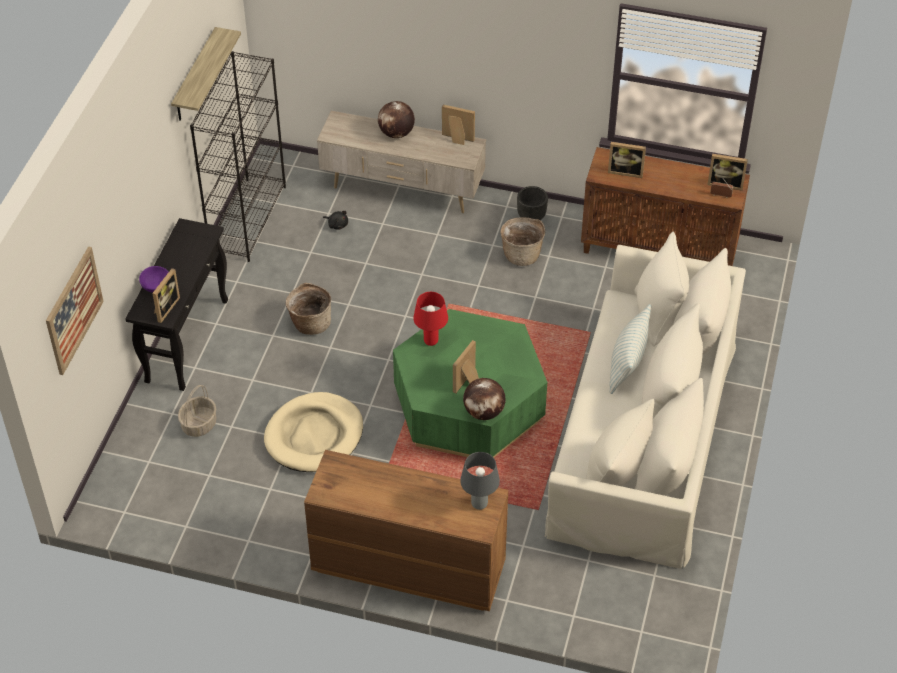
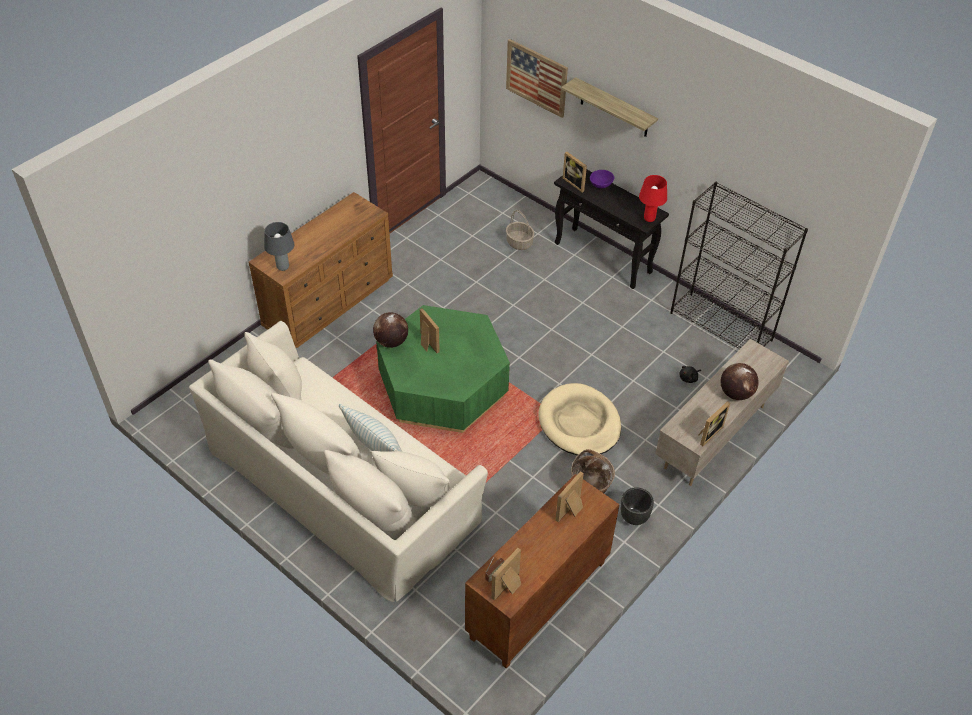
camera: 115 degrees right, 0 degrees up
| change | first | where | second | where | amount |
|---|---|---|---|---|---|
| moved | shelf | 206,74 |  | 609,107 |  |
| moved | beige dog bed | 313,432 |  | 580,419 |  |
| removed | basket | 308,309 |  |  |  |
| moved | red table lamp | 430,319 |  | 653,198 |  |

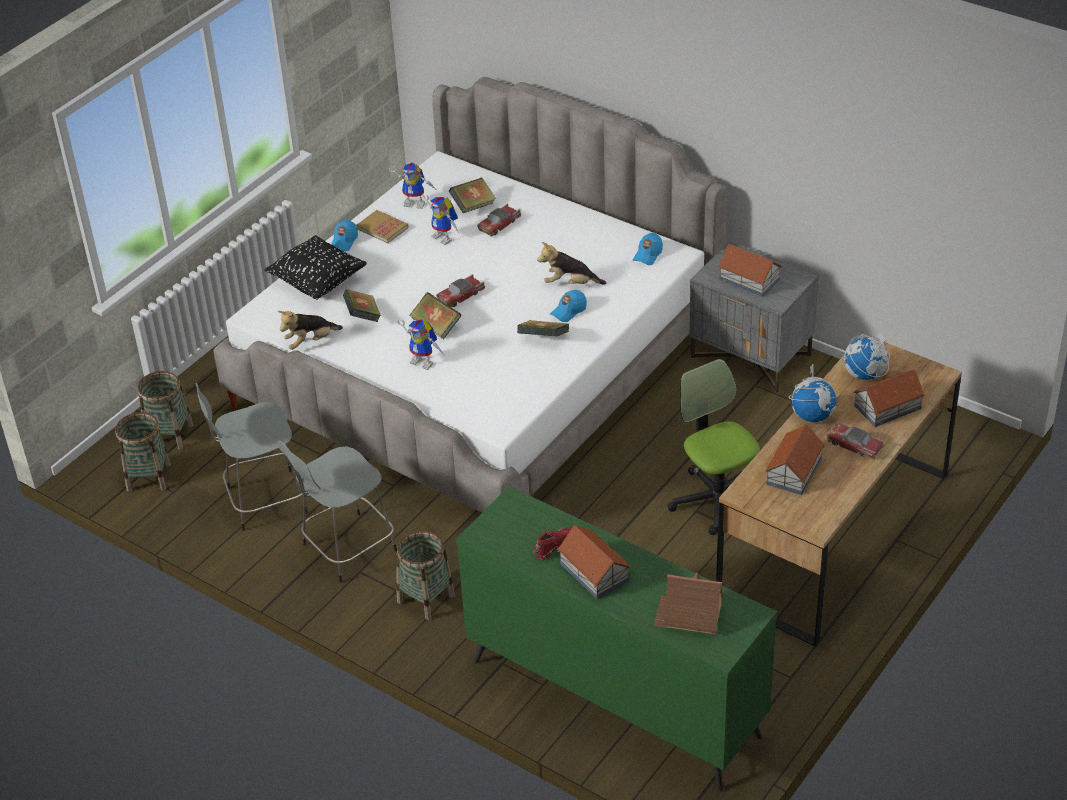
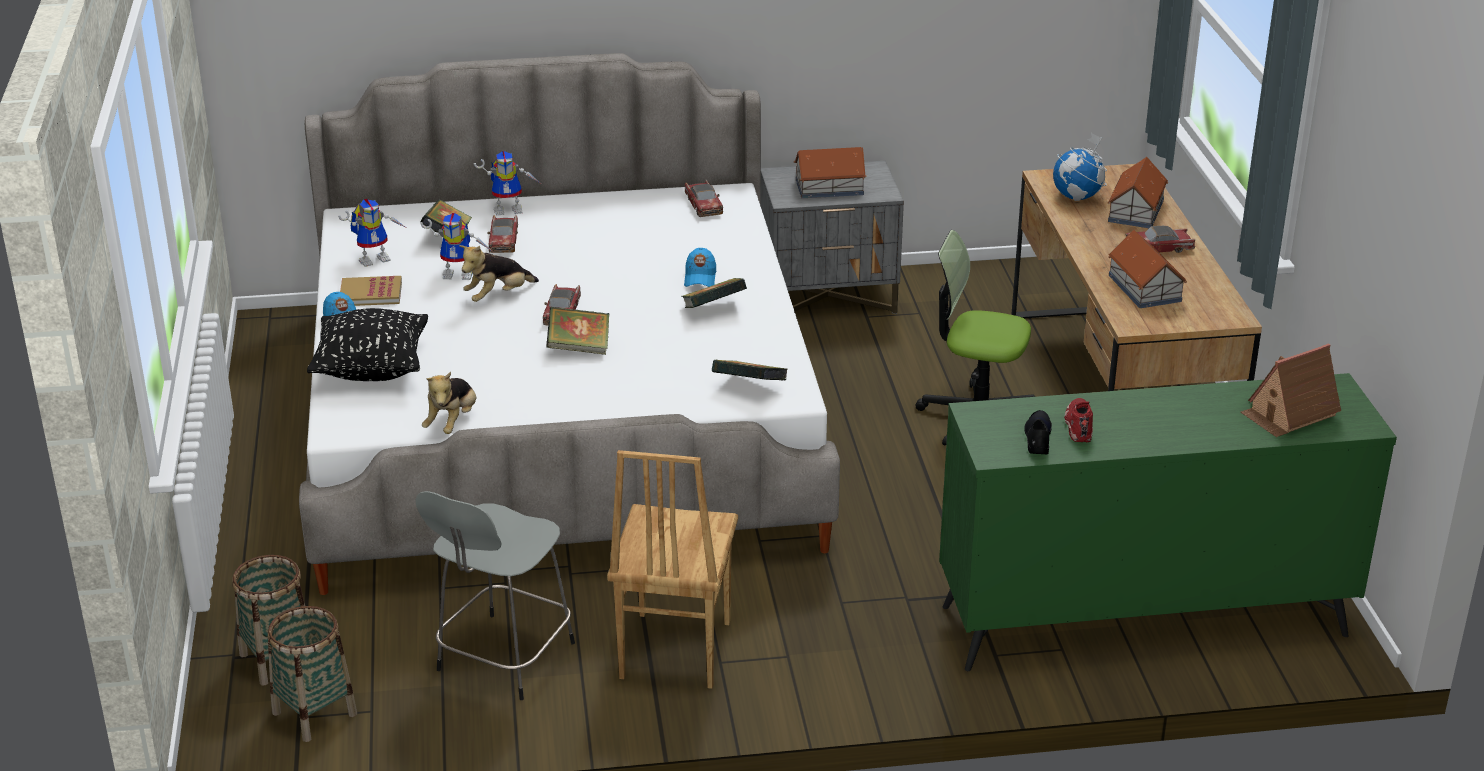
camera: 45 degrees left, 10 degrees down
| change | first | where | second | where | amount |
|---|---|---|---|---|---|
| replaced | grey stool | 337,511 | brown chair | 672,569 |  |
| moved | book | 362,305 |  | 750,369 |  |
| removed | basket | 425,575 |  |  |  |
| moved | toy robot | 421,344 |  | 507,183 |  |
| moved | plush toy | 571,263 |  | 499,273 |  |
| removed | toy house | 594,562 |  |  |  |
| replaced | blue cap | 648,249 | toy car | 704,198 |  |
| removed | globe | 814,393 |  |  |  |
| added |  |  | black shoe | 1038,432 |  |

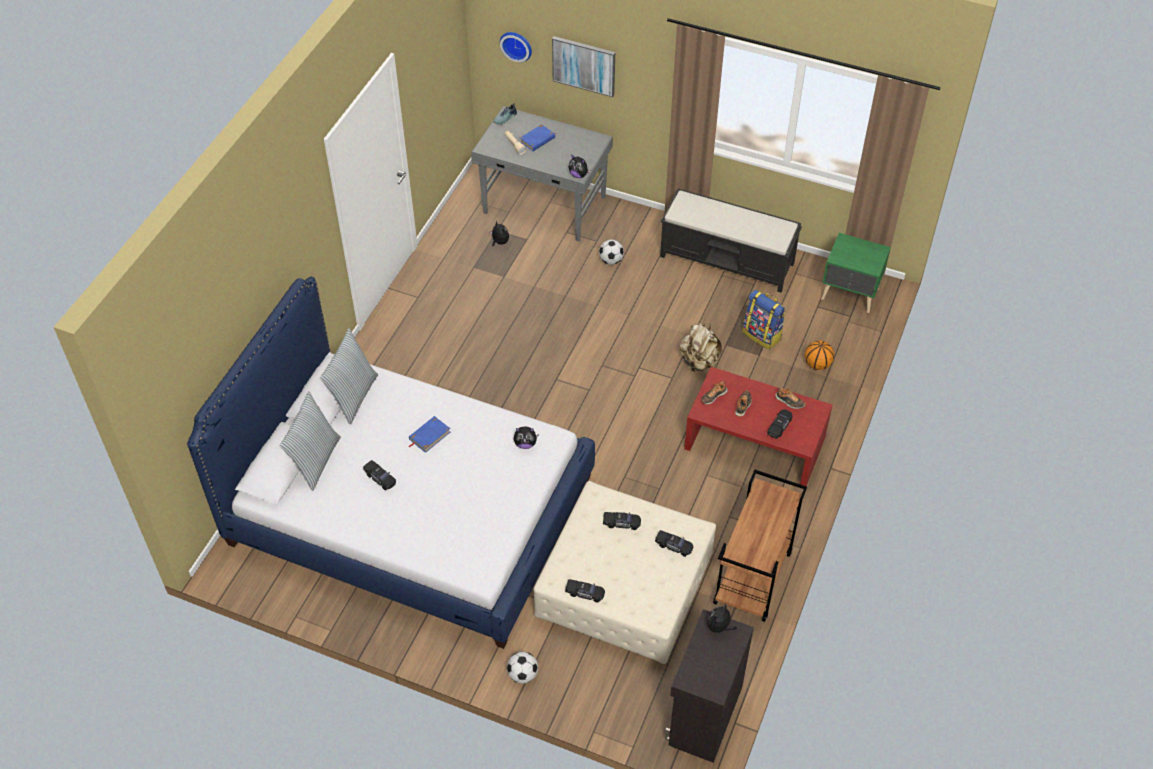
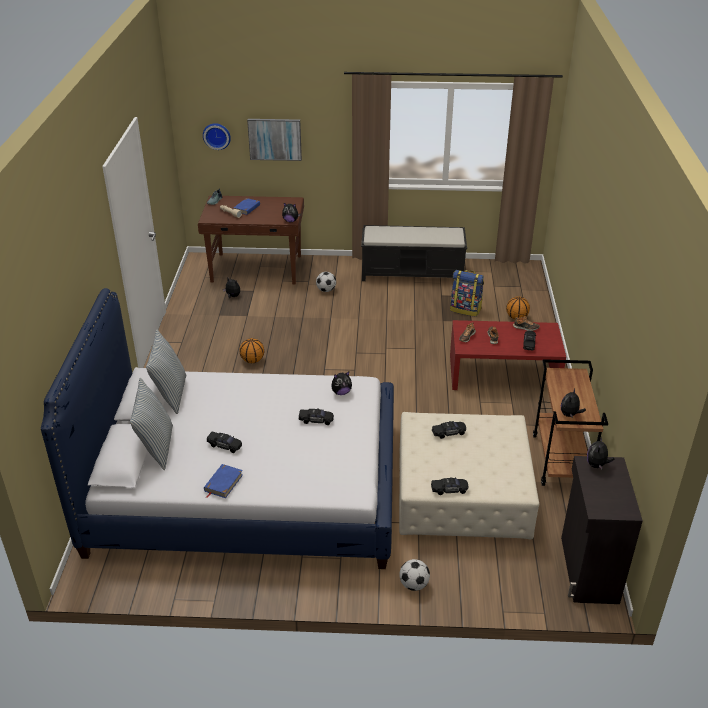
camera: 20 degrees left, 15 degrees down
| change | first | where | second | where | amount |
|---|---|---|---|---|---|
| moved | blue book | 429,434 |  | 223,481 |  |
| recoloured | grey desk | 542,174 | brown desk | 251,240 |  |
| moved | black toy car | 674,543 |  | 316,417 |  |
| removed | beige backpack | 701,347 |  |  |  |
| removed | green nightstand | 856,273 |  |  |  |
| added |  |  | basketball | 251,350 |  |
| added |  |  | plush toy | 573,403 |  |

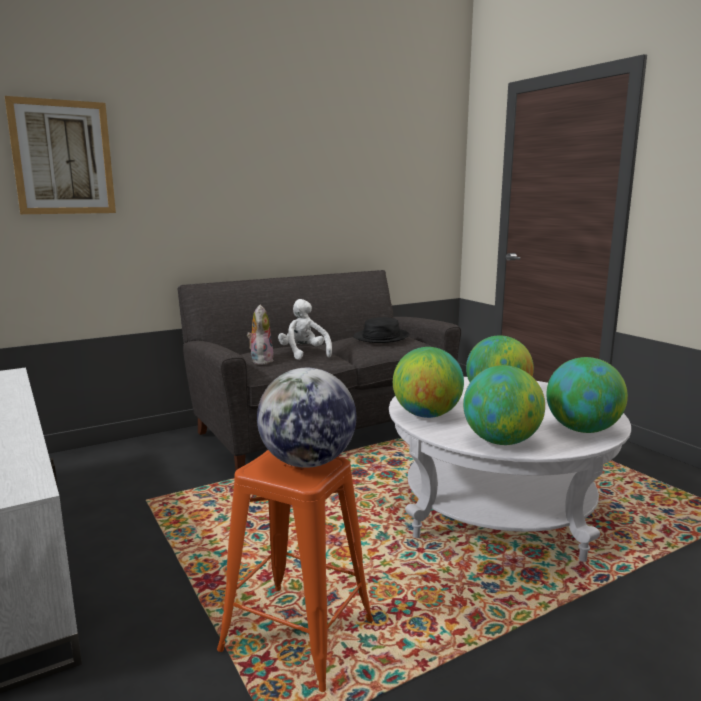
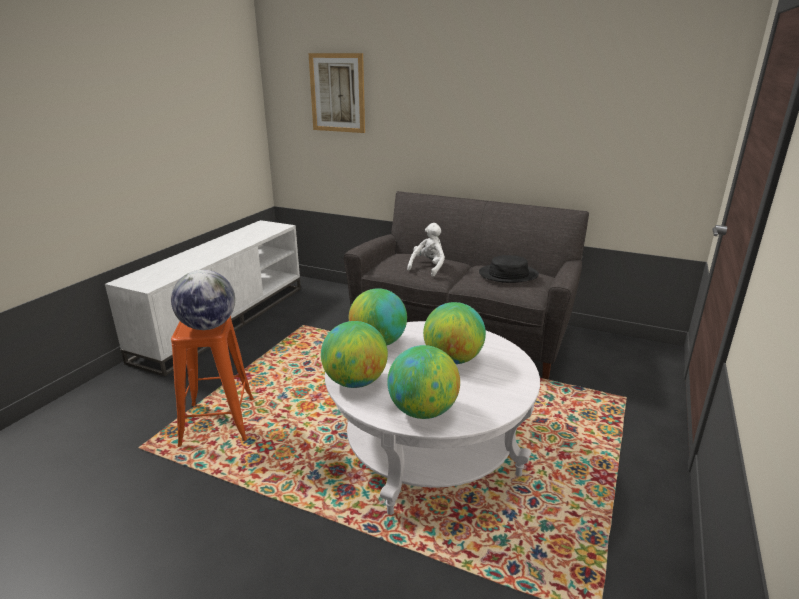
camera: 55 degrees right, 10 degrees up
| change | first | where | second | where | amount |
|---|---|---|---|---|---|
| removed | plush toy | 260,335 |  |  |  |

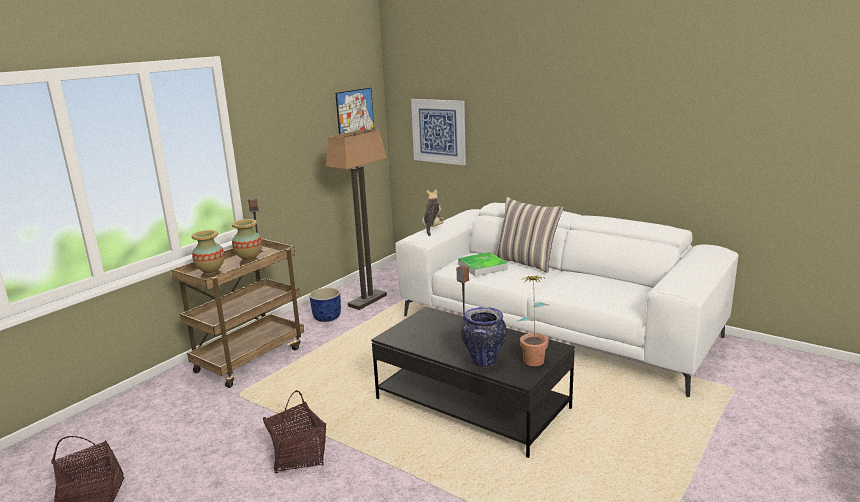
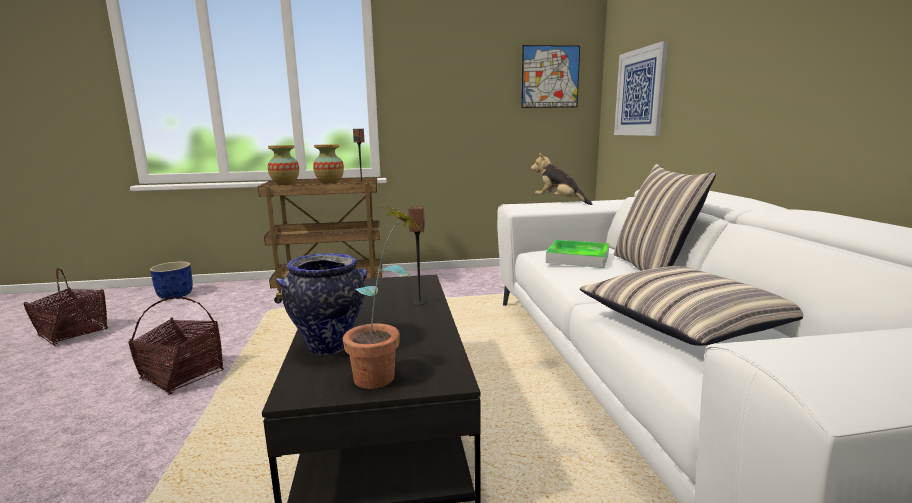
camera: 45 degrees right, 5 degrees down
| change | first | where | second | where | amount |
|---|---|---|---|---|---|
| moved | blue planter | 325,305 |  | 171,280 |  |
| removed | floor lamp | 356,219 |  |  |  |
| turned | plush toy | 433,212 |  | 561,179 | 105 degrees counterclockwise |
| added |  |  | pillow | 691,306 |  |

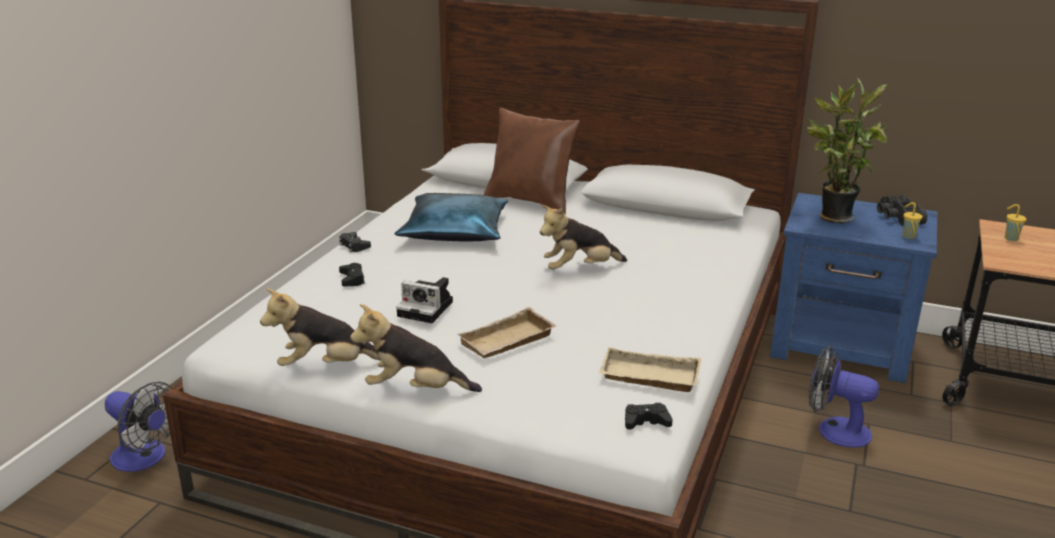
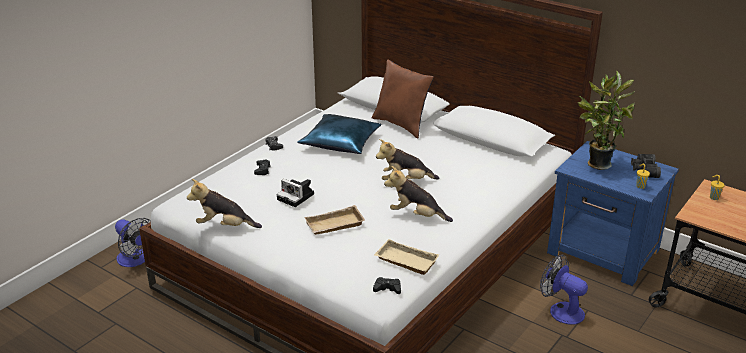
camera: 15 degrees right, 5 degrees up
| change | first | where | second | where | amount |
|---|---|---|---|---|---|
| moved | plush toy | 416,348 |  | 418,194 |  |

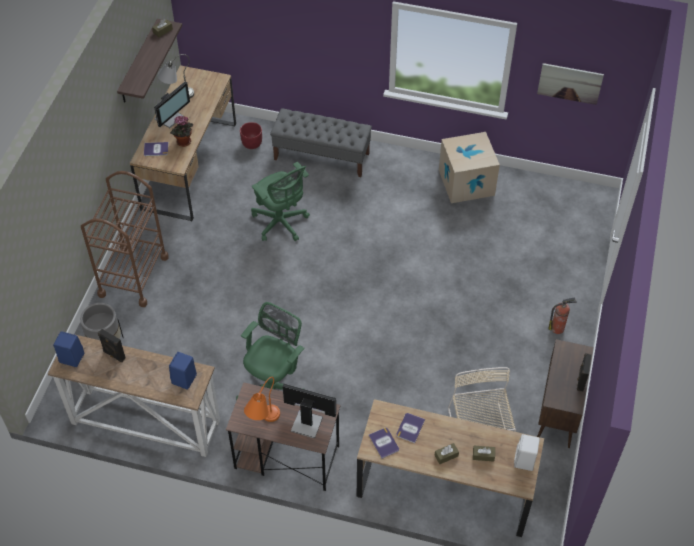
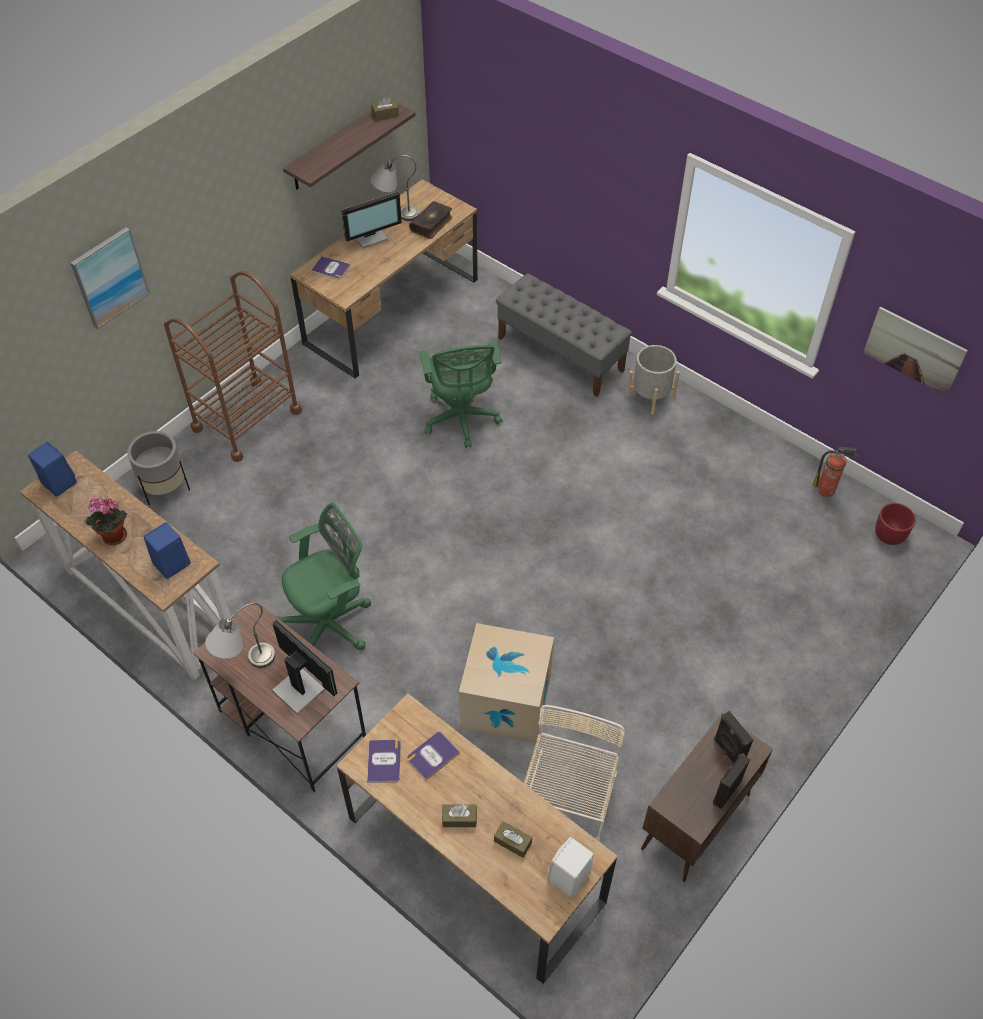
camera: 25 degrees right, 0 degrees up
| change | first | where | second | where | amount |
|---|---|---|---|---|---|
| moved | black speaker | 111,345 |  | 733,737 |  |
| moved | potted plant | 181,131 |  | 106,521 |  |
| moved | red planter | 251,135 |  | 895,524 |  |
| recoloured | orange table lamp | 262,399 | grey table lamp | 240,635 |  |
| moved | cardboard box | 469,167 |  | 506,683 |  |
| moved | fire extinguisher | 562,315 |  | 835,472 |  |
| added |  |  | picture | 110,278 |  |
| added |  |  | book | 431,220 |  |
| added |  |  | grey planter | 653,380 |  |

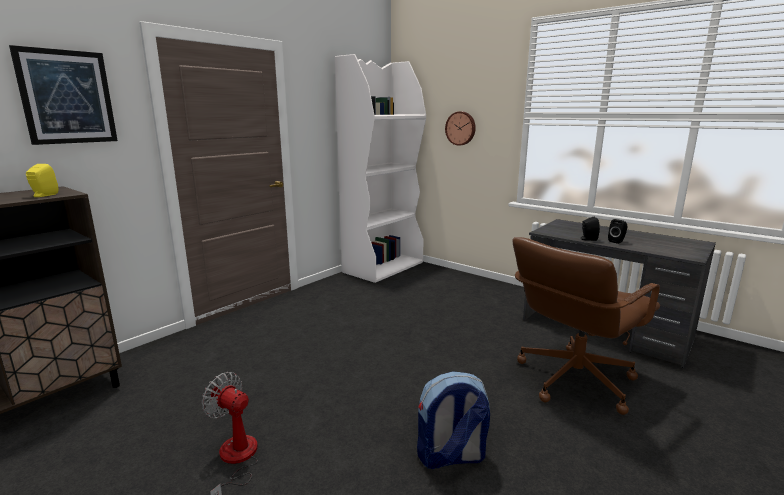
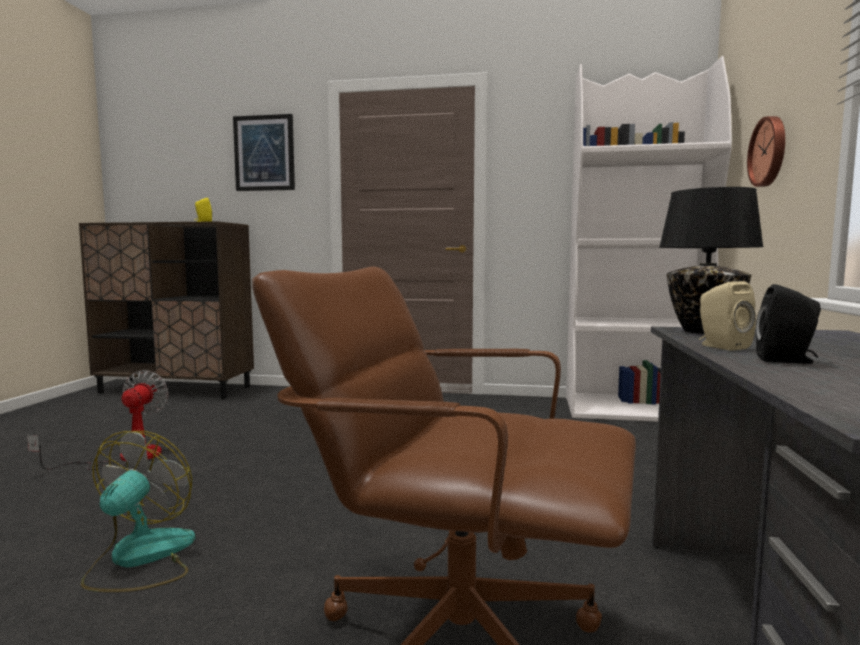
camera: 60 degrees right, 10 degrees down
| change | first | where | second | where | amount |
|---|---|---|---|---|---|
| replaced | backpack | 453,420 | fan | 138,511 |  |
| recoloured | black speaker | 590,229 | beige speaker | 727,316 |  |
| added |  |  | black table lamp | 711,260 |  |

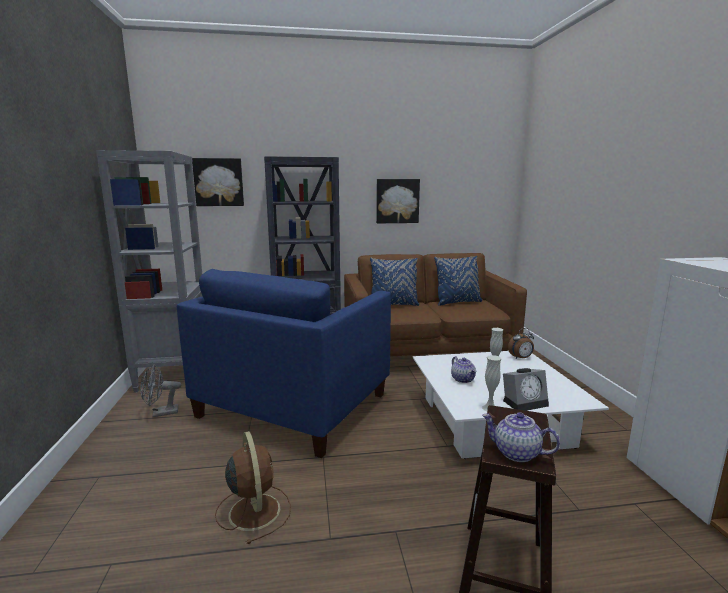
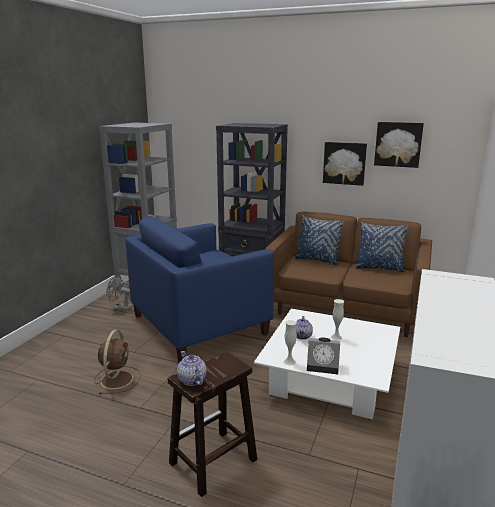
camera: 30 degrees right, 5 degrees up
| change | first | where | second | where | amount |
|---|---|---|---|---|---|
| moved | picture | 218,182 |  | 399,145 |  |
| removed | alarm clock | 521,343 |  |  |  |

